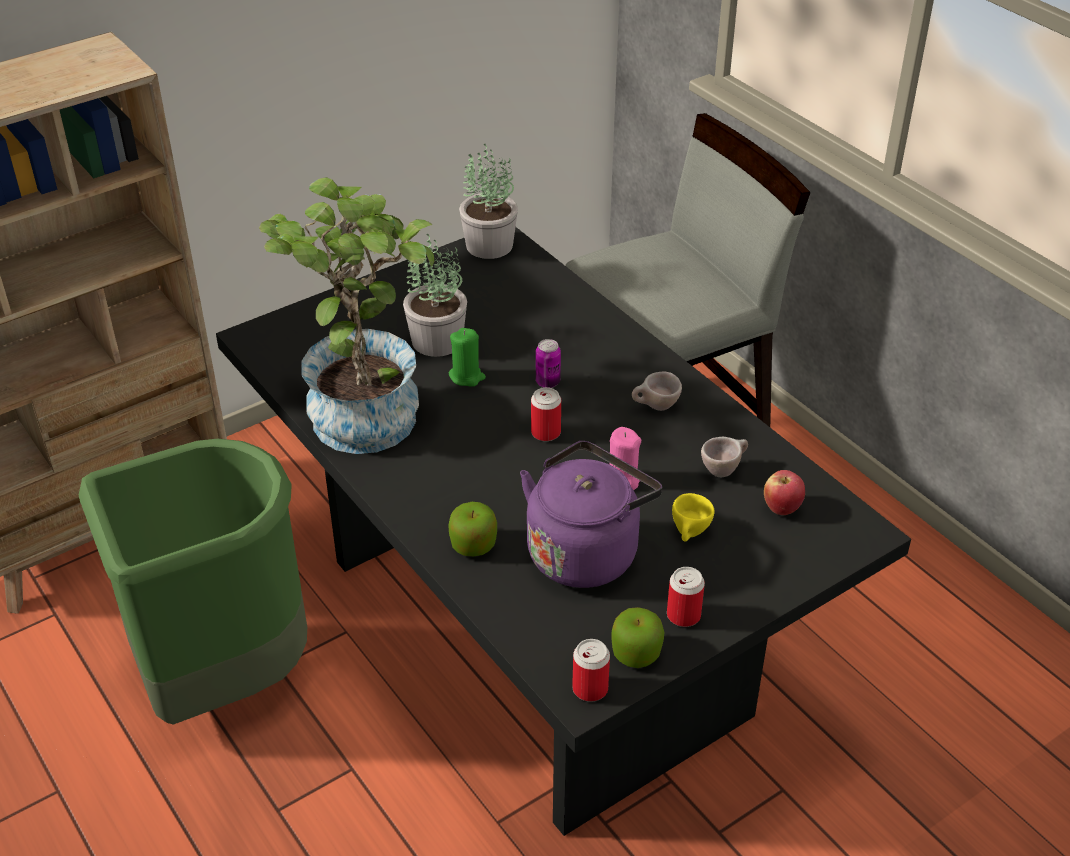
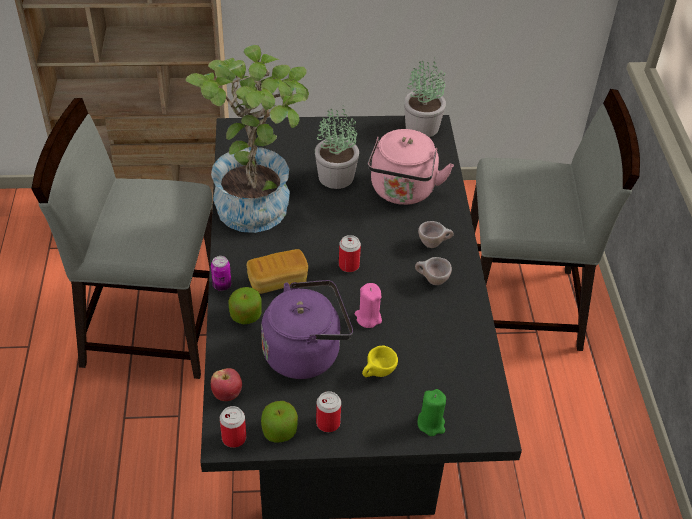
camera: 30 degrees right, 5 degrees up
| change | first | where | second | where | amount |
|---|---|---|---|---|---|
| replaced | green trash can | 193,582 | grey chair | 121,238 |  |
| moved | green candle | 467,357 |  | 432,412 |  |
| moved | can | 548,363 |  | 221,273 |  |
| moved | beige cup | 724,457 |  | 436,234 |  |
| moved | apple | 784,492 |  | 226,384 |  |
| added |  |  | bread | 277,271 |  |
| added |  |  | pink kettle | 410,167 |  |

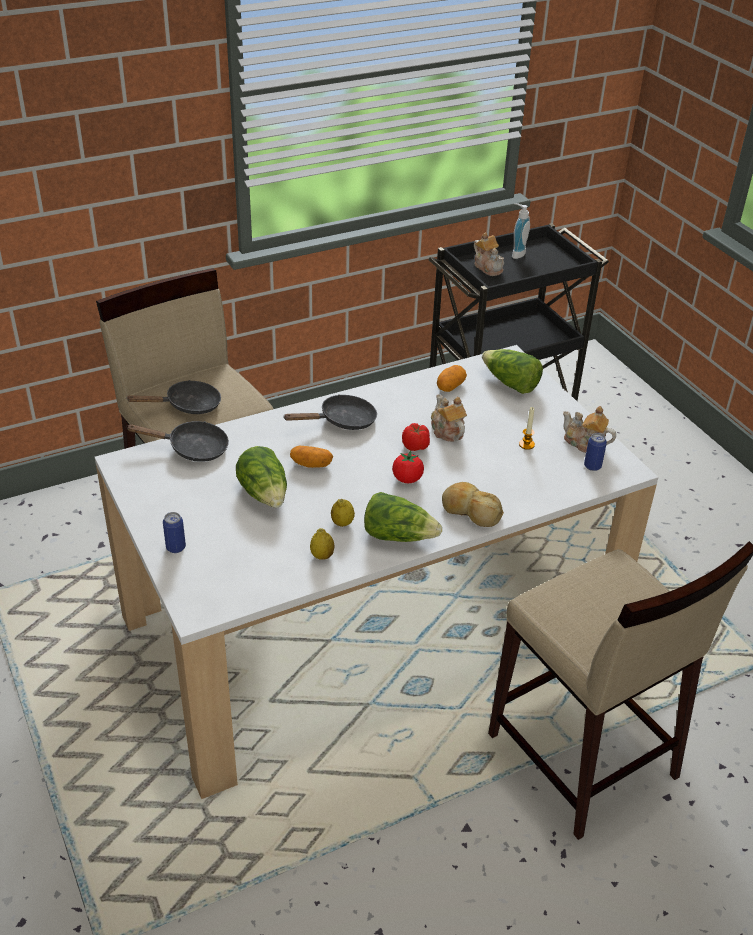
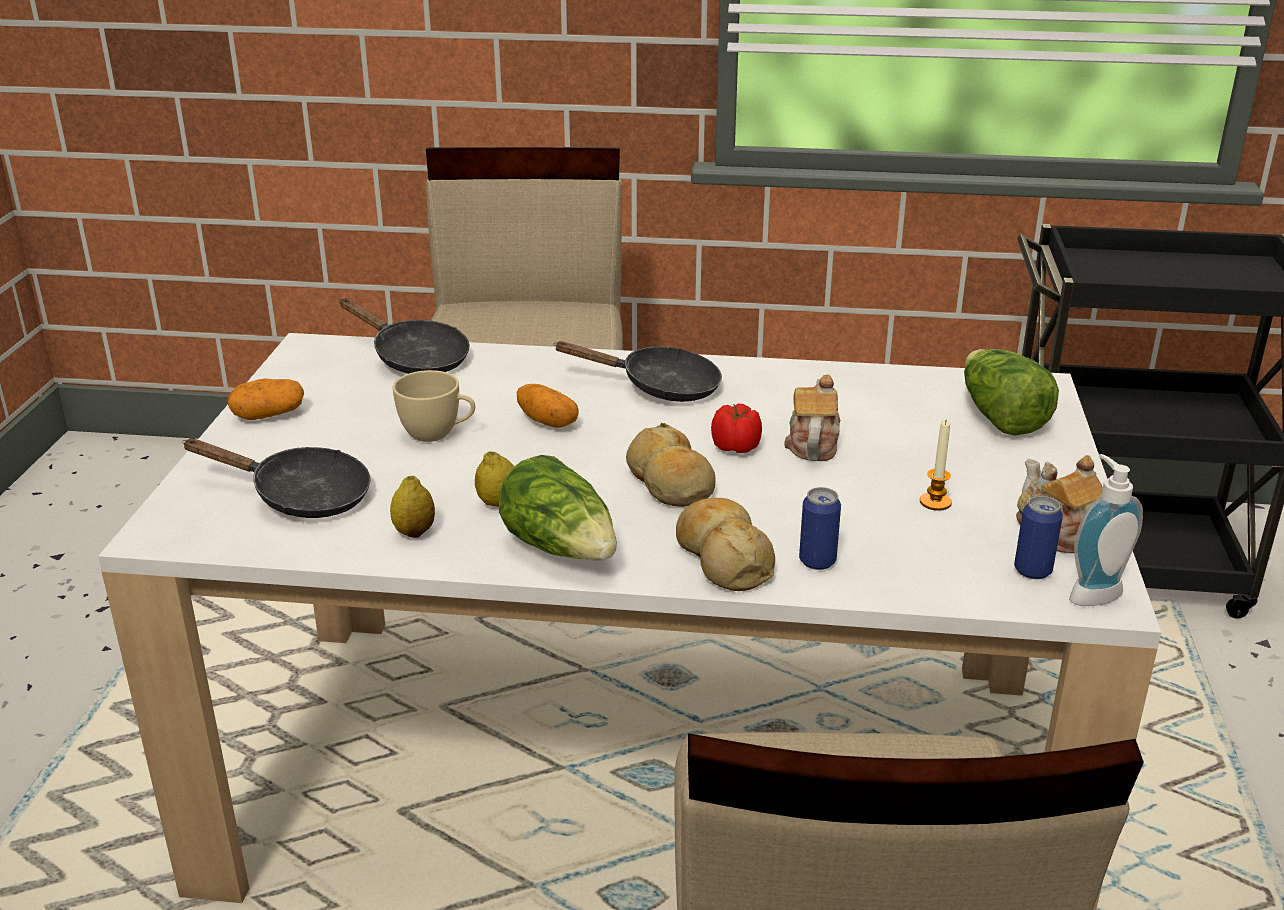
camera: 35 degrees right, 10 degrees down
| change | first | where | second | where | amount |
|---|---|---|---|---|---|
| moved | black frying pan | 173,397 |  | 276,478 |  |
| moved | can | 174,532 |  | 820,528 |  |
| replaced | lettuce | 261,477 | beige cup | 434,406 |  |
| replaced | tomato | 408,467 | bread | 671,465 |  |
| moved | potato | 452,378 |  | 266,399 |  |
| removed | teapot | 489,254 |  |  |  |
| moved | soap dispenser | 521,231 |  | 1106,530 |  |

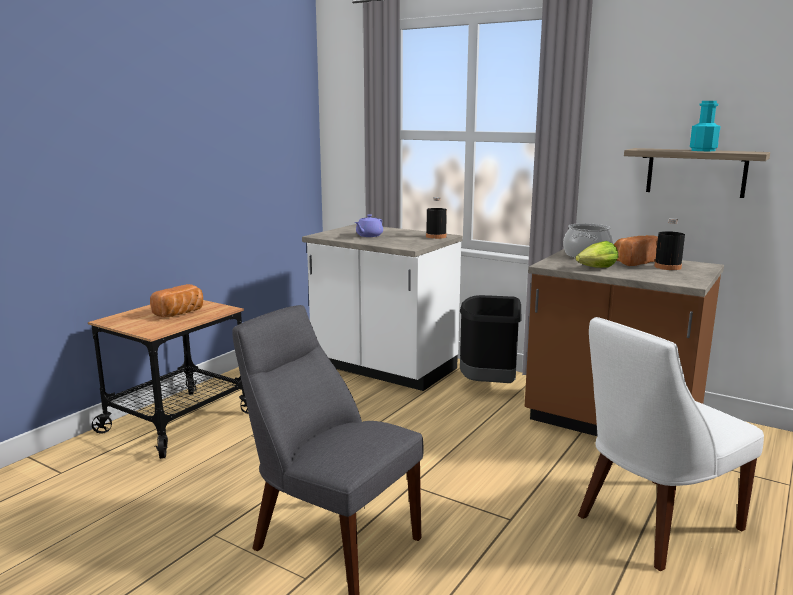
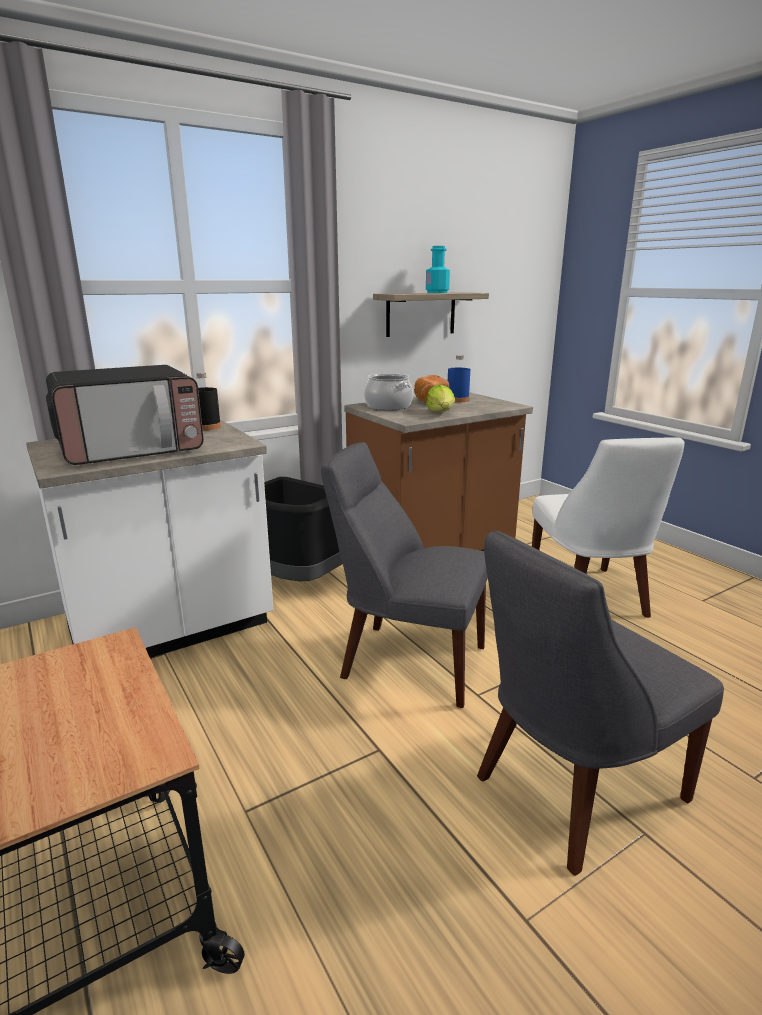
camera: 65 degrees left, 5 degrees up
| change | first | where | second | where | amount |
|---|---|---|---|---|---|
| removed | bread | 176,300 |  |  |  |
| replaced | purple teapot | 369,225 | microwave | 125,415 |  |
| recoloured | black bottle | 669,244 | blue bottle | 459,378 |  |
| added |  |  | grey chair | 404,575 |  |

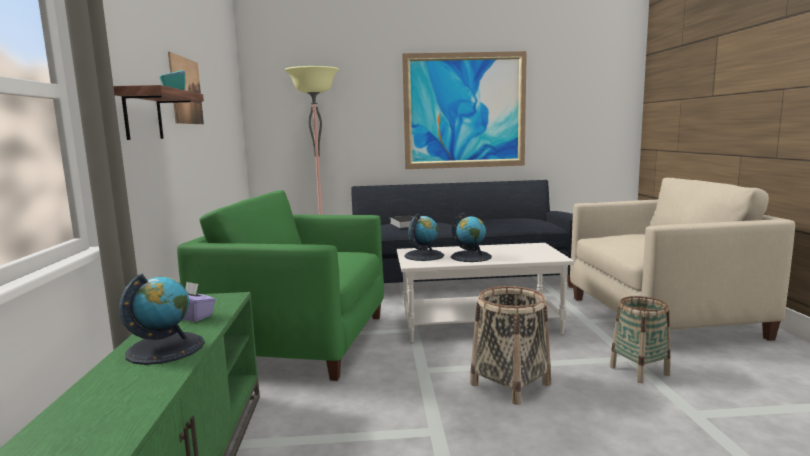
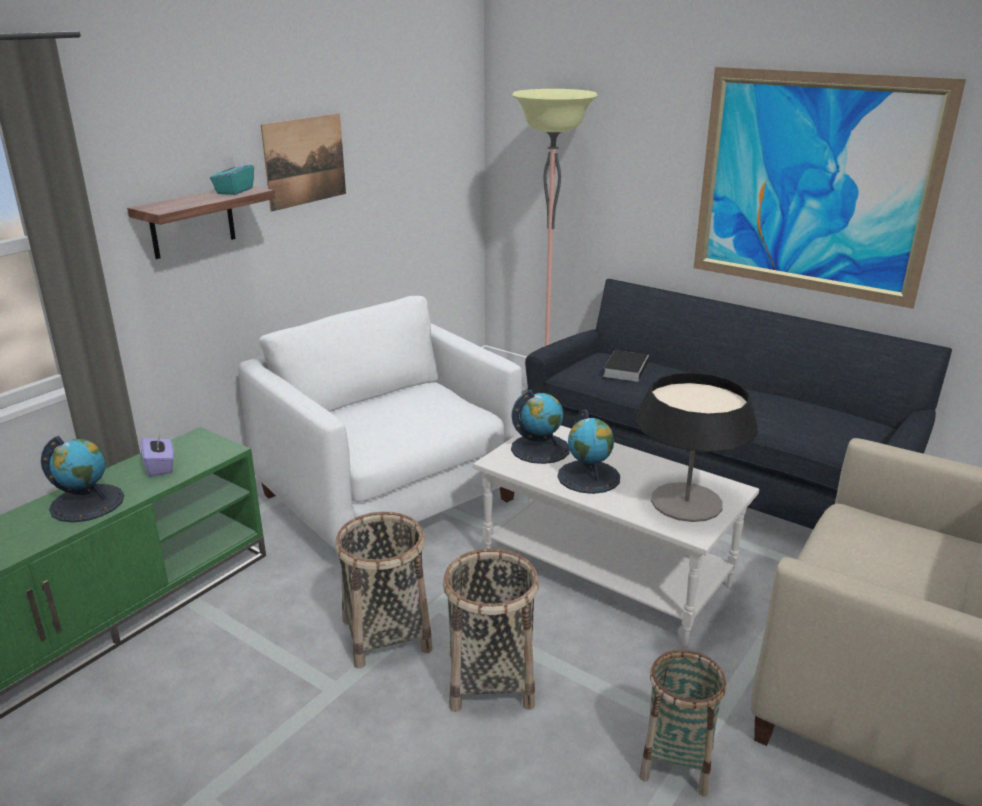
camera: 40 degrees right, 15 degrees up
| change | first | where | second | where | amount |
|---|---|---|---|---|---|
| recoloured | green armchair | 280,285 | white armchair | 380,429 |  |
| added |  |  | basket | 383,590 |  |
| added |  |  | table lamp | 696,447 |  |

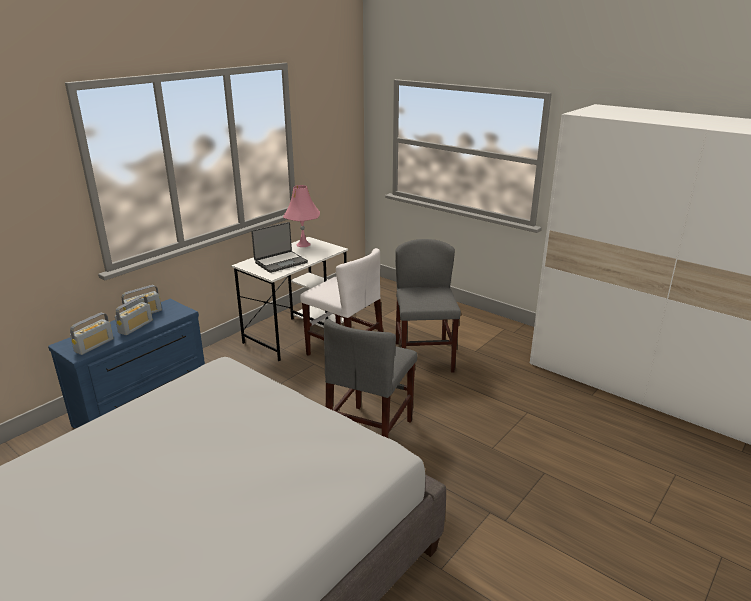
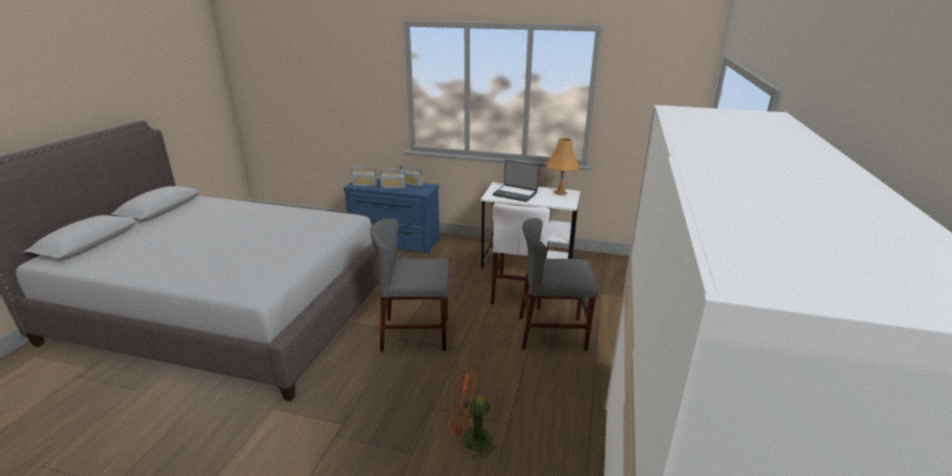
camera: 65 degrees right, 0 degrees up
| change | first | where | second | where | amount |
|---|---|---|---|---|---|
| recoloured | pink table lamp | 301,216 | orange table lamp | 563,166 |  |
| turned | grey chair | 428,306 |  | 559,284 | 150 degrees counterclockwise |
| added |  |  | orange fan | 474,414 |  |

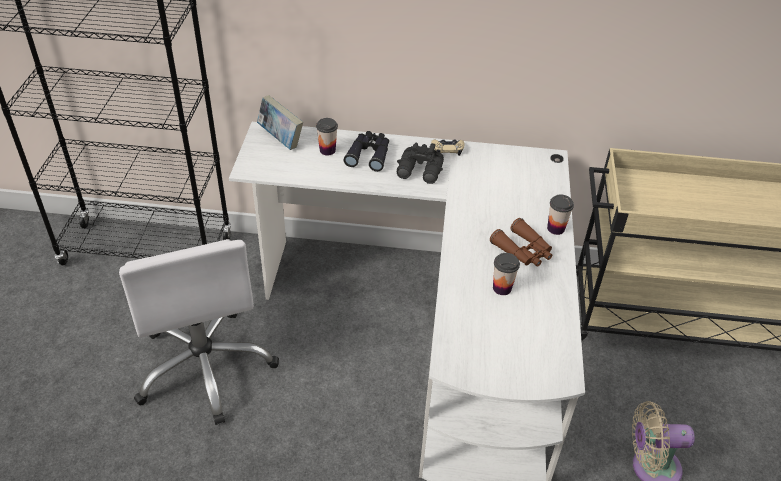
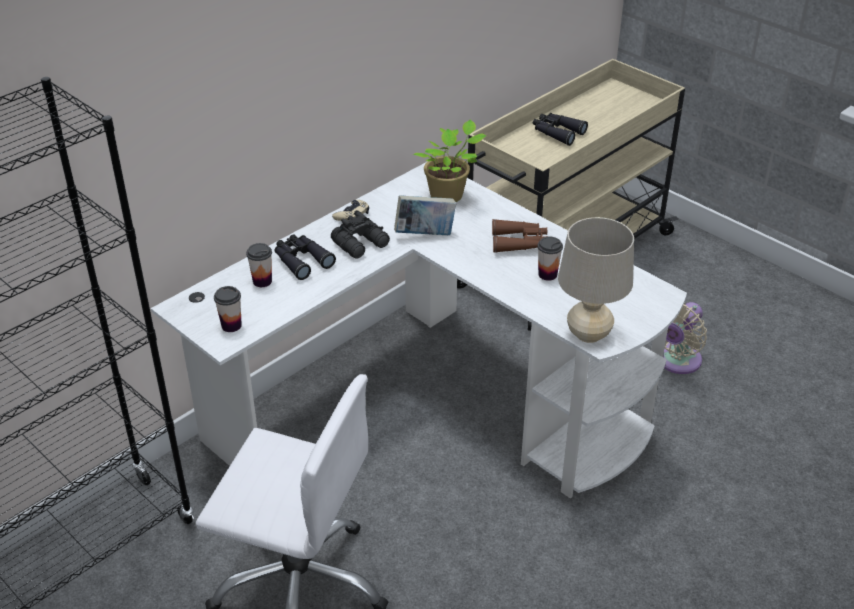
camera: 50 degrees left, 5 degrees down
| change | first | where | second | where | amount |
|---|---|---|---|---|---|
| moved | book | 280,122 |  | 425,215 |  |
| moved | cup | 560,214 |  | 228,309 |  |
| added |  |  | potted plant | 449,161 |  |
| added |  |  | black binoculars | 560,129 |  |
| added |  |  | beige table lamp | 596,280 |  |

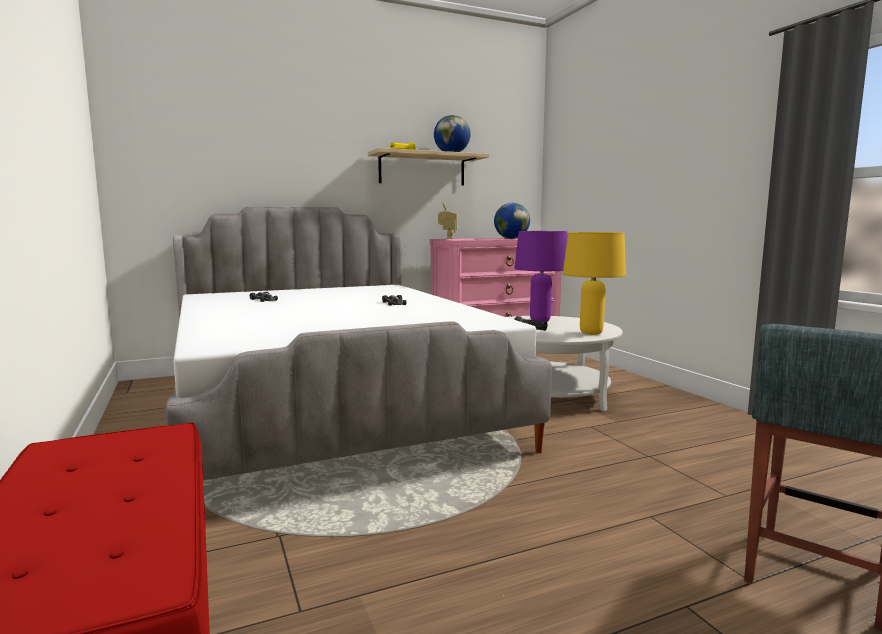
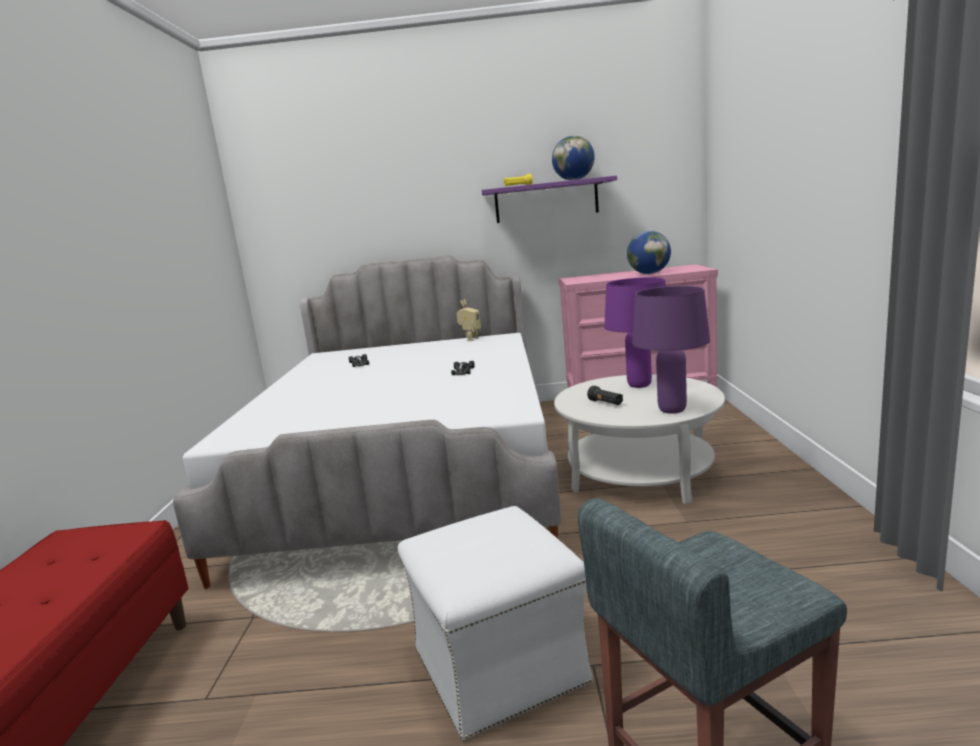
camera: 25 degrees right, 5 degrees up
| change | first | where | second | where | amount |
|---|---|---|---|---|---|
| recoloured | beige shelf | 428,167 | purple shelf | 549,199 |  |
| moved | toy robot | 448,221 |  | 468,320 |  |
| recoloured | yellow table lamp | 594,283 | purple table lamp | 671,350 |  |
| added |  |  | white ottoman | 495,623 |  |

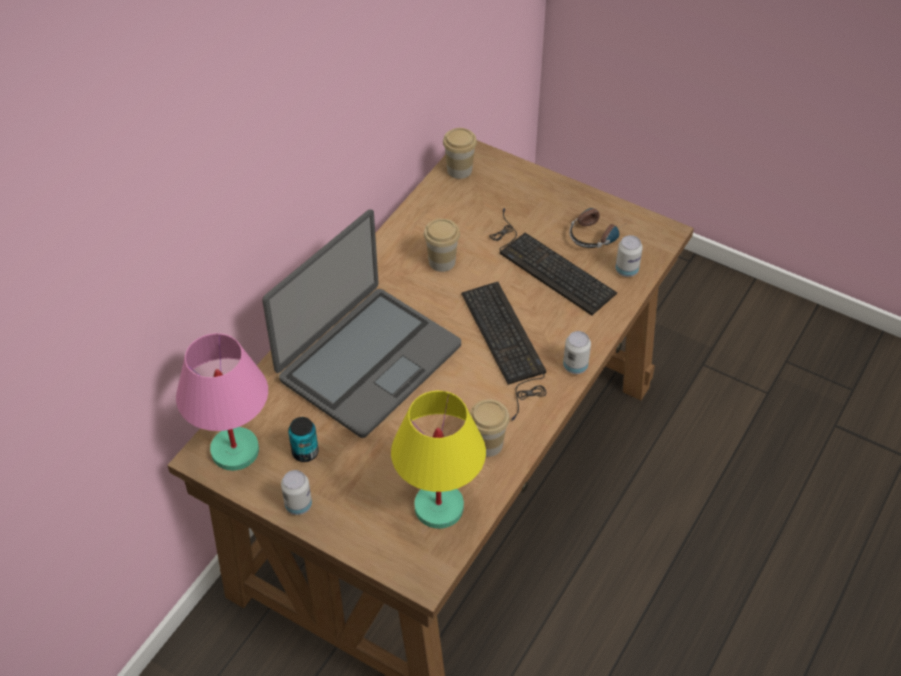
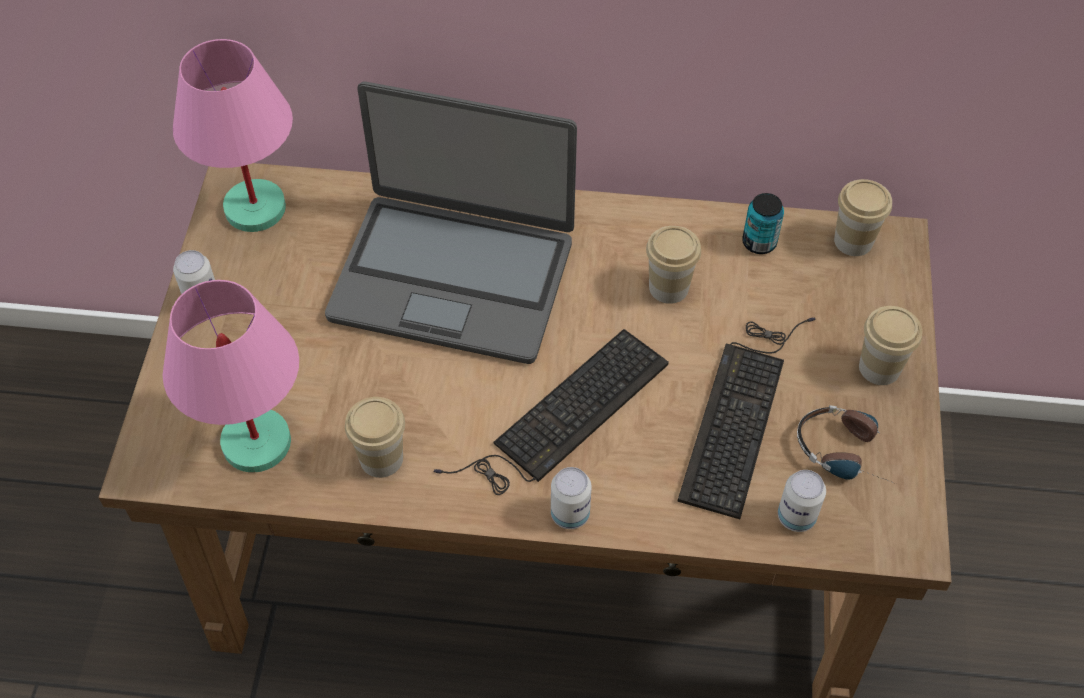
camera: 65 degrees right, 5 degrees up
| change | first | where | second | where | amount |
|---|---|---|---|---|---|
| moved | can | 303,439 |  | 763,223 |  |
| recoloured | yellow table lamp | 438,460 | pink table lamp | 231,376 |  |
| added |  |  | cup | 890,345 |  |

